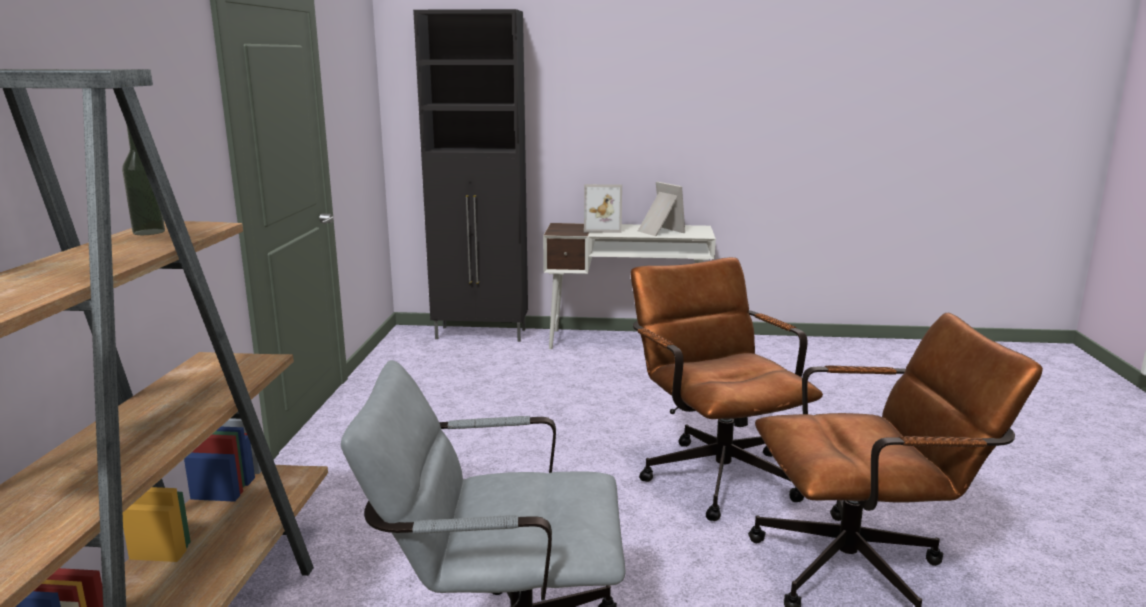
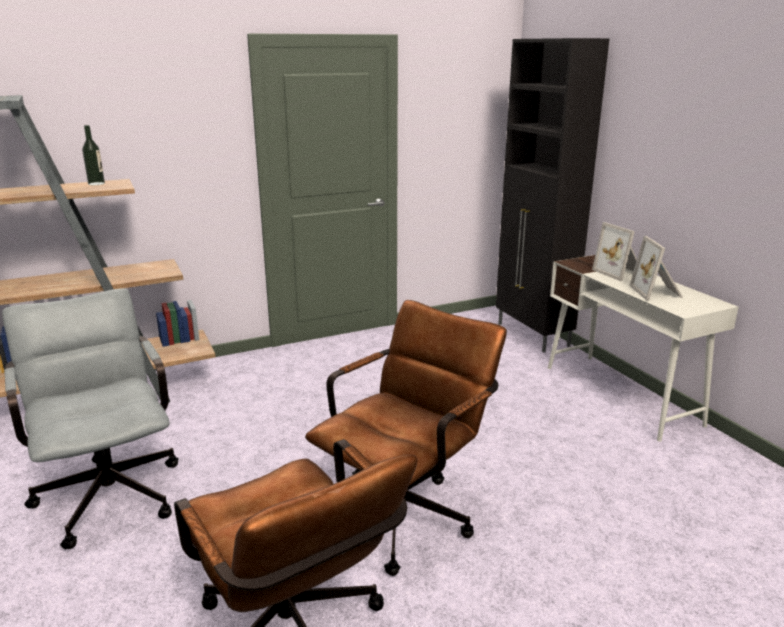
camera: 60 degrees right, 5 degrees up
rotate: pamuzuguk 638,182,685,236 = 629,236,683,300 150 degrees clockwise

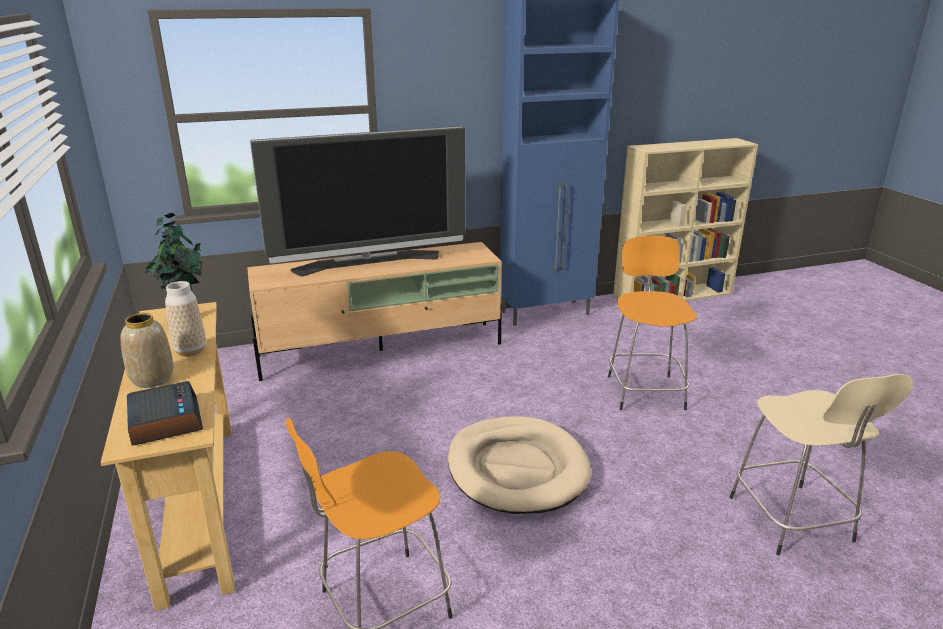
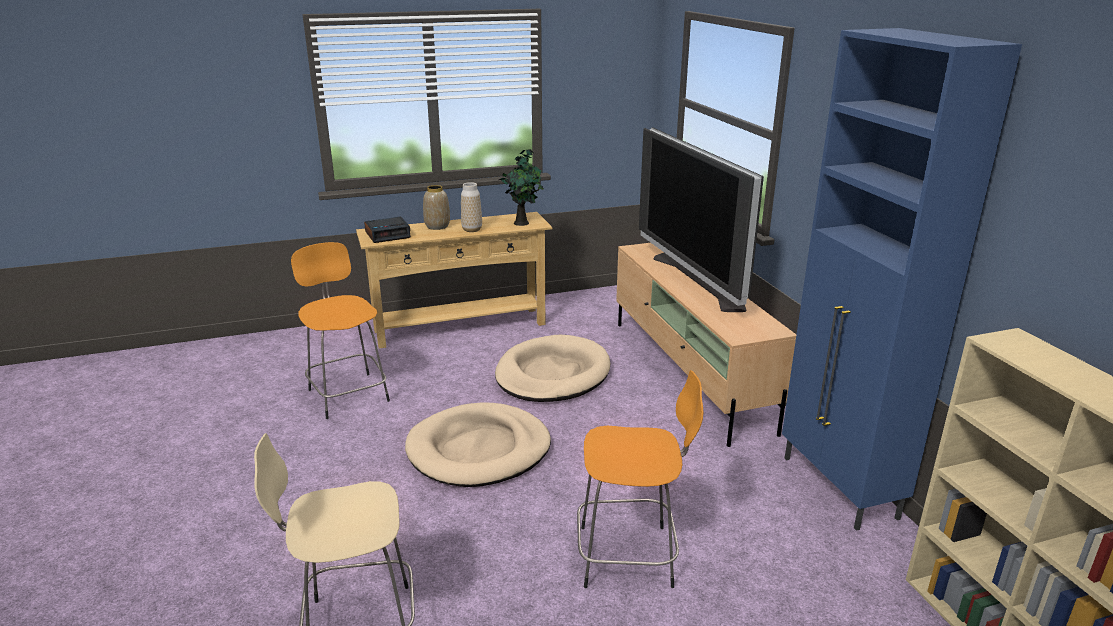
camera: 90 degrees right, 0 degrees up
insert: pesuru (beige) 495,335,610,402

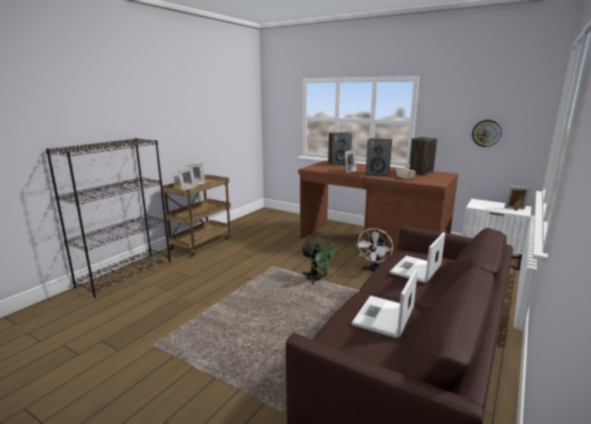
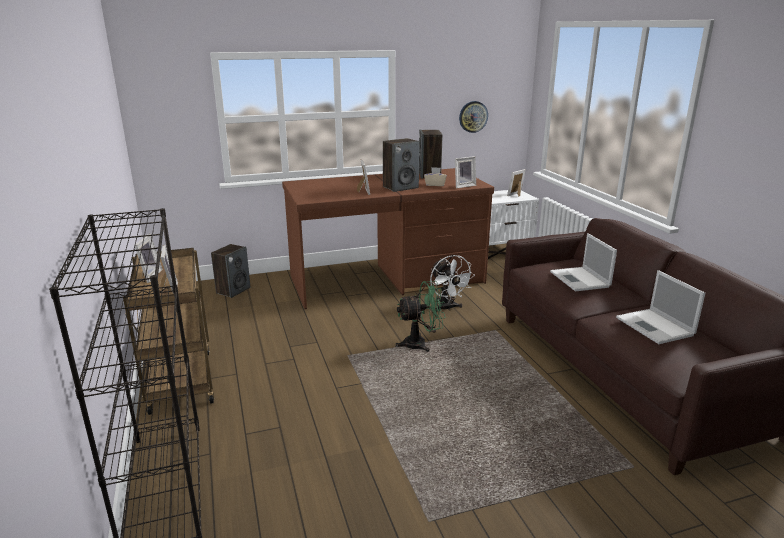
camera: 50 degrees left, 5 degrees up
insert: pamuzuguk 455,156,476,188
move: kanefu 328,132,352,165 to 211,244,250,298

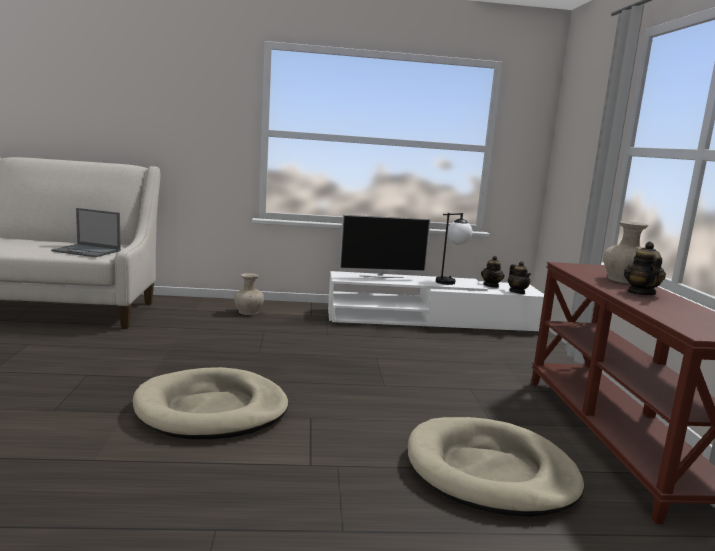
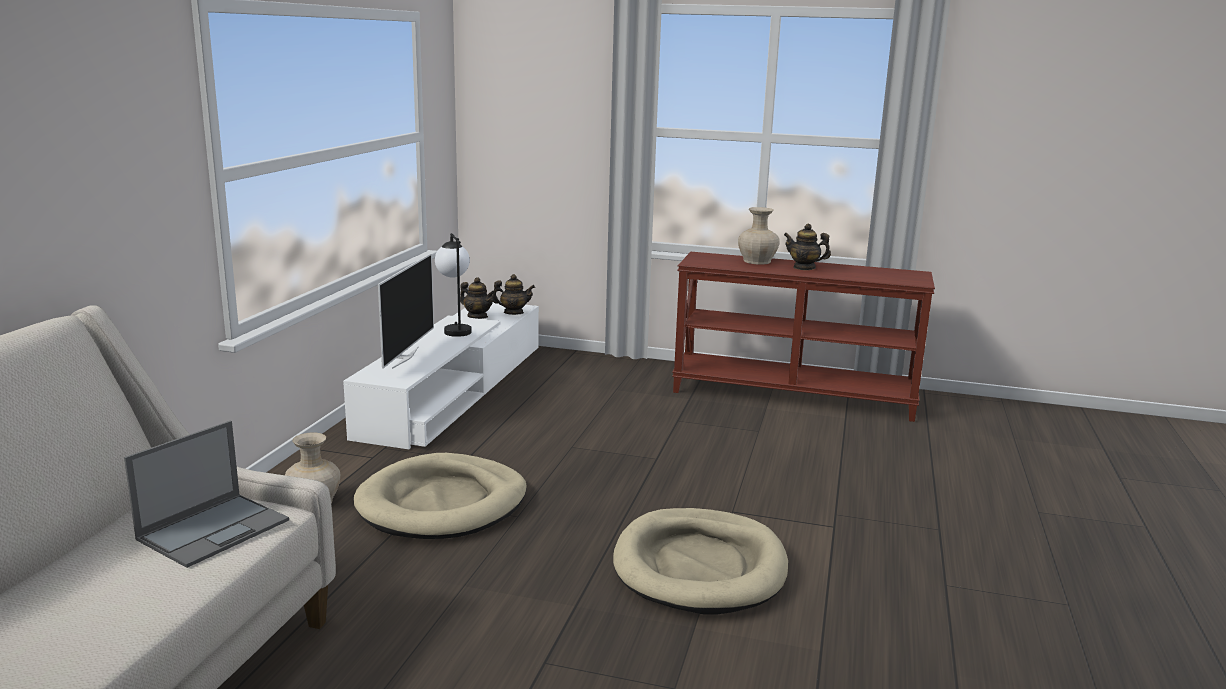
camera: 70 degrees left, 5 degrees up
move: pesuru (beige) 408,417,584,517 to 353,453,527,539

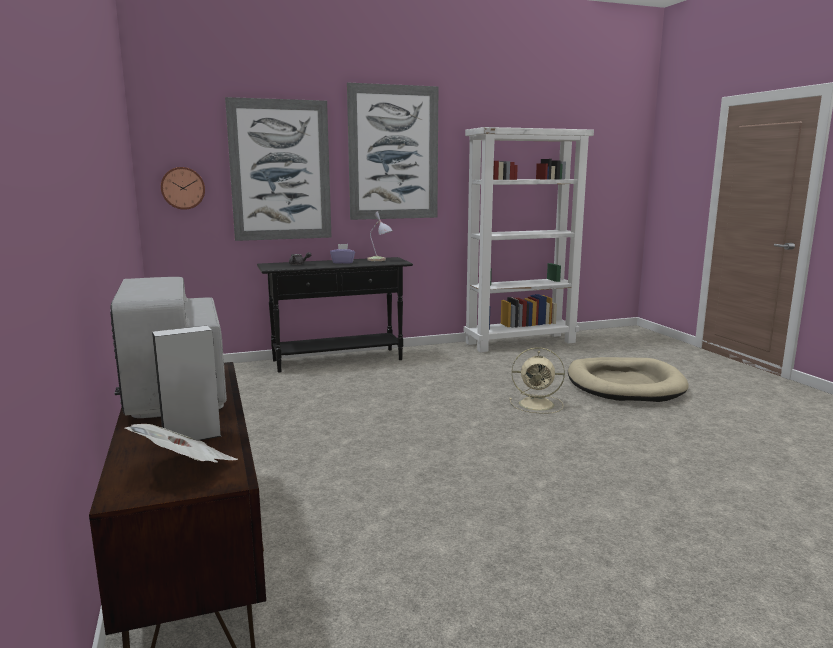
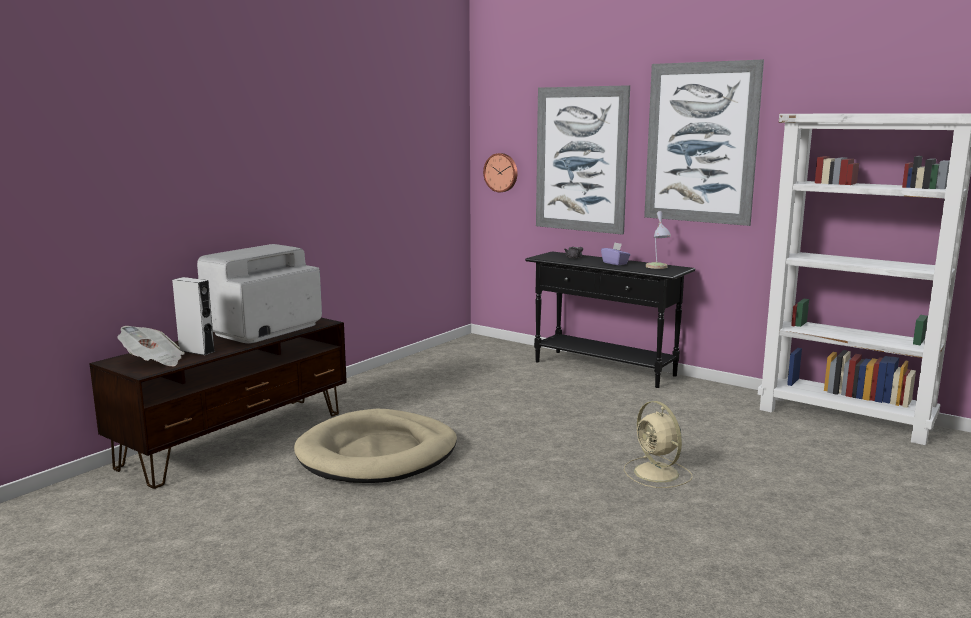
camera: 55 degrees right, 0 degrees up
move: pesuru (beige) 568,357,688,402 to 294,409,457,483

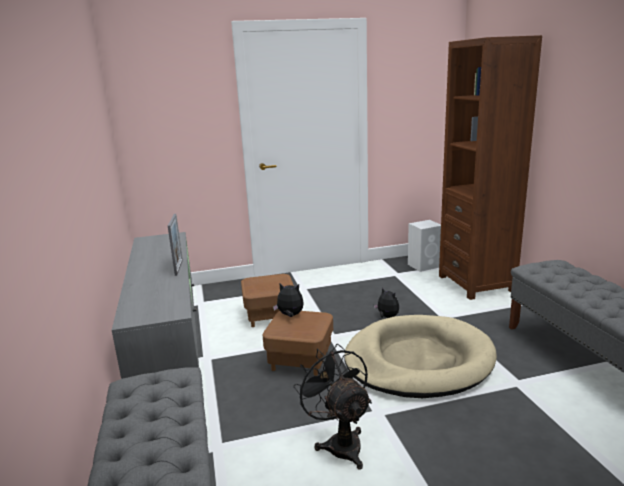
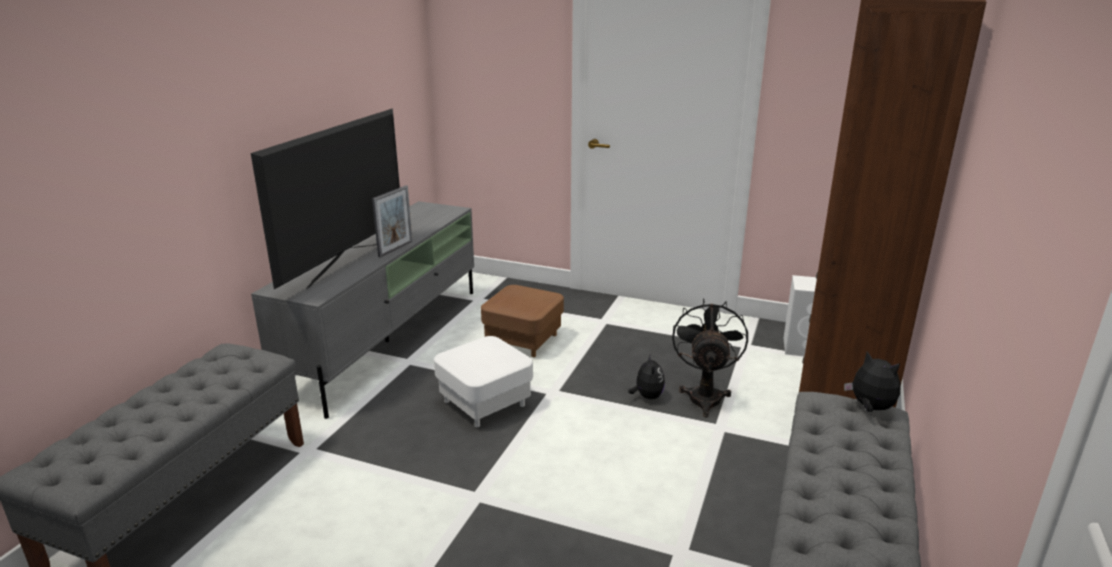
camera: 35 degrees right, 5 degrees up
delete: pesuru (beige) 344,315,497,398
insert: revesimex 251,108,400,289
move: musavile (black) 293,344,372,469 to 672,298,748,417; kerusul 273,284,303,317 to 844,351,901,412
recolor: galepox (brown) 263,311,333,376 to galepox (white) 434,336,533,427

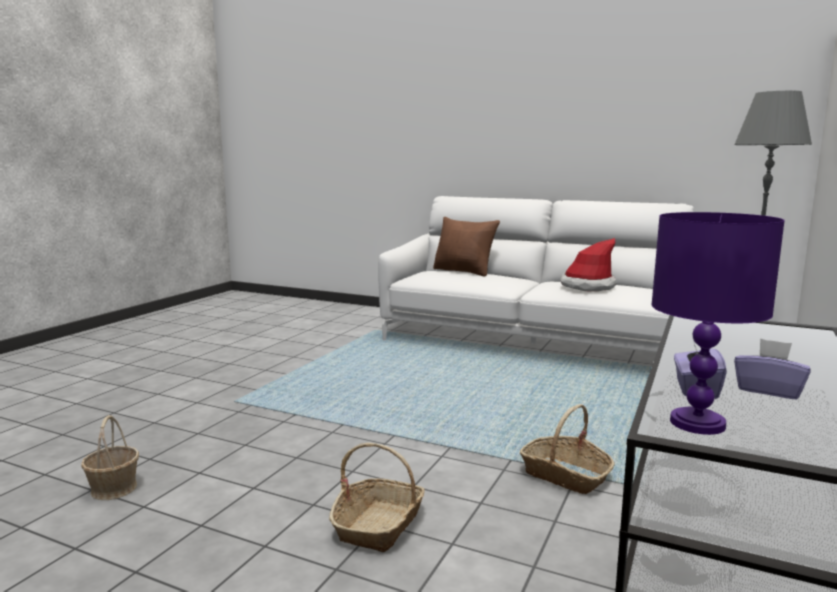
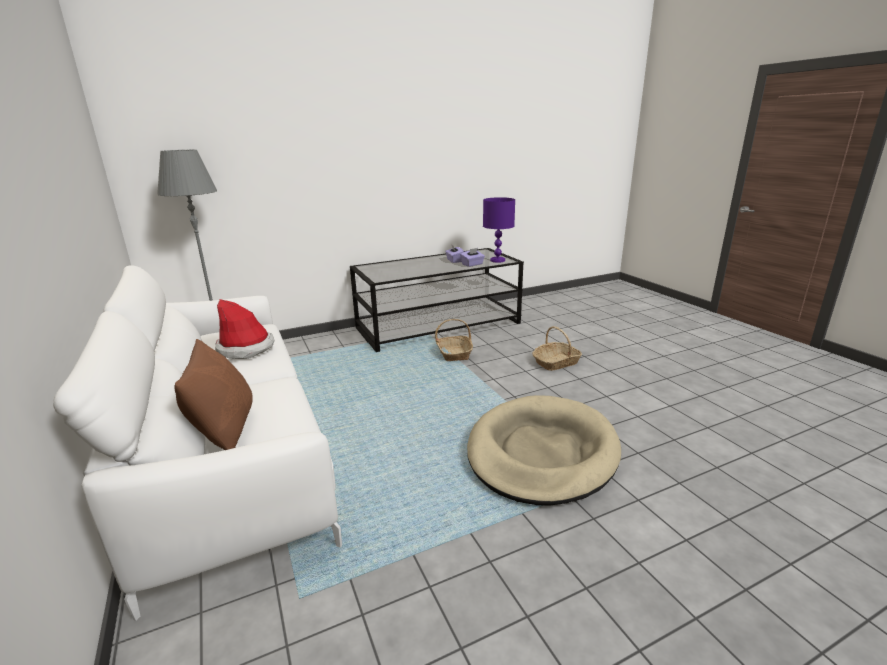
camera: 140 degrees left, 10 degrees up
delete: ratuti 81,415,139,500
insert: pesuru (beige) 467,395,621,506

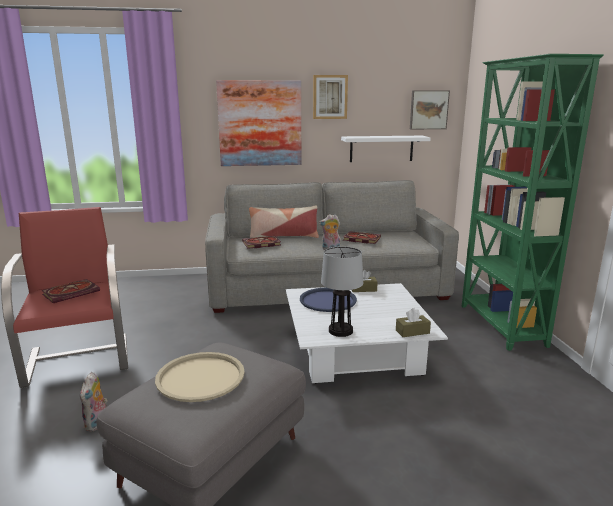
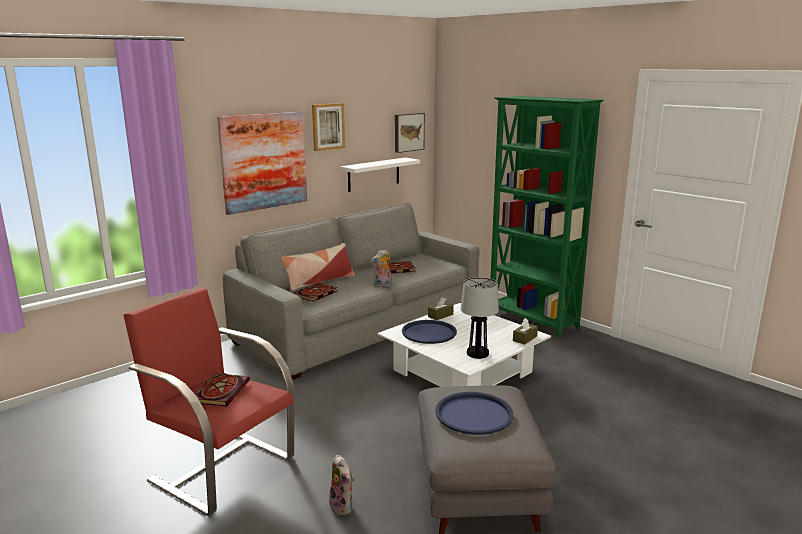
camera: 35 degrees left, 0 degrees up
recolor: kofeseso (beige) 155,352,245,402 to kofeseso (blue) 435,392,513,435

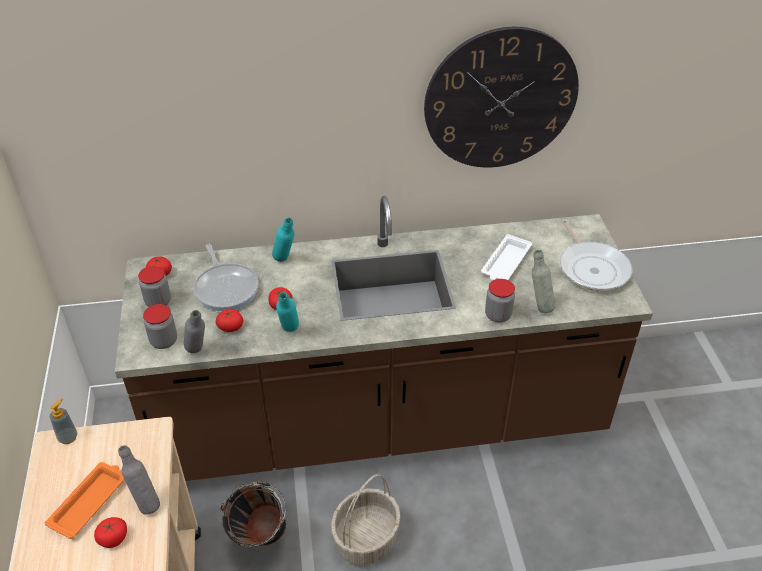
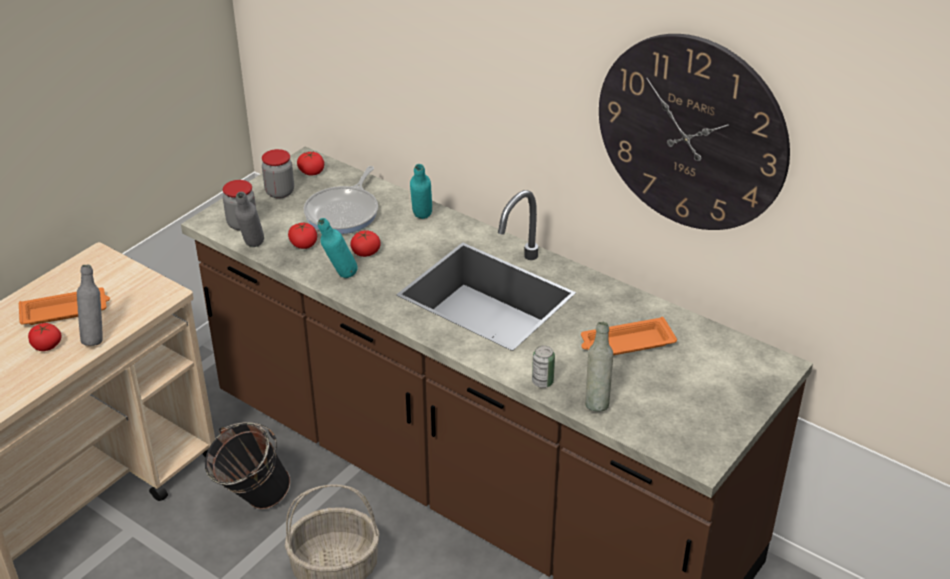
camera: 45 degrees right, 5 degrees down
delete: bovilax 50,398,77,444; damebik 560,220,632,291
replace: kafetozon 485,279,515,322 to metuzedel 532,345,555,388
recolor: kofeseso (white) 481,234,532,280 to kofeseso (orange) 581,317,677,355

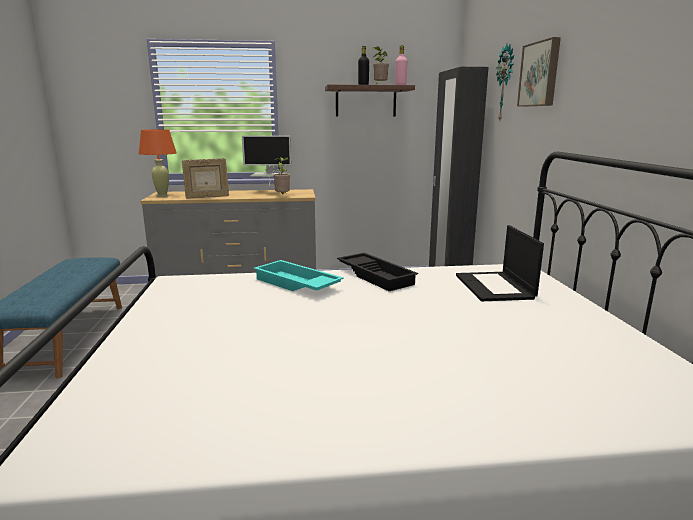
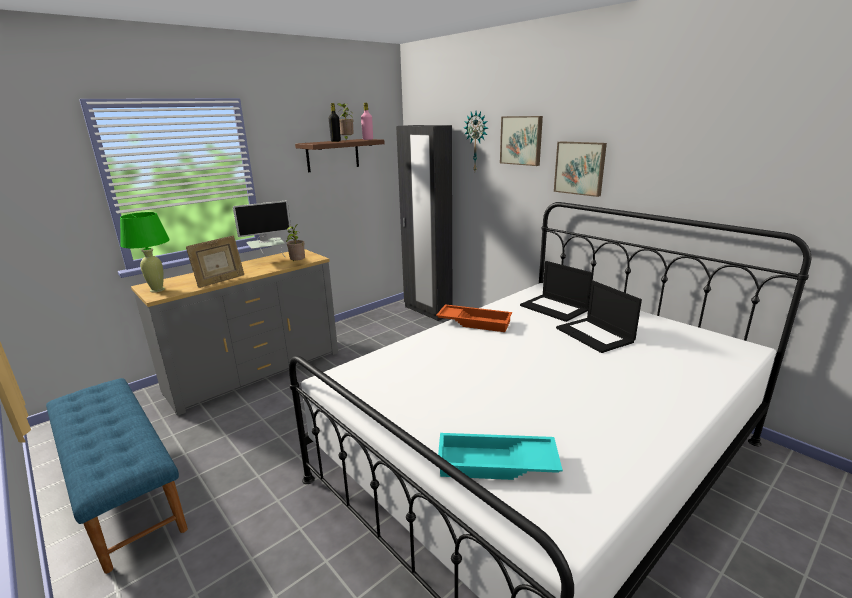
camera: 35 degrees left, 5 degrees up
insert: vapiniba 554,141,607,197; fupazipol 556,281,642,353
move: kofeseso (turquoise) 254,260,344,291 to 438,433,563,480
recolor: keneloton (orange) 138,129,177,197 to keneloton (green) 120,212,170,292; kofeseso (black) 337,253,418,291 to kofeseso (orange) 436,304,512,332

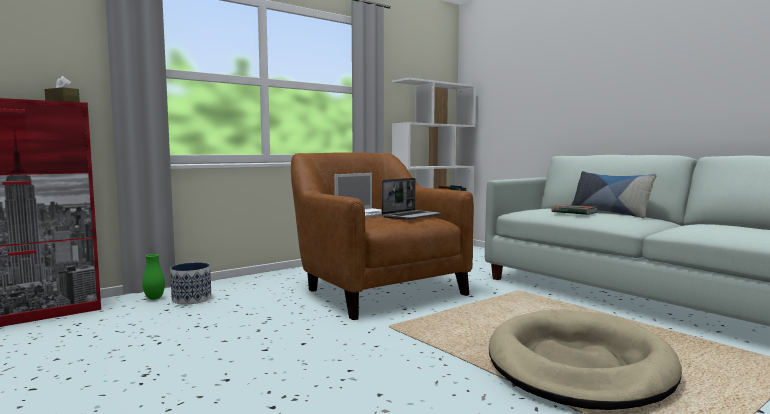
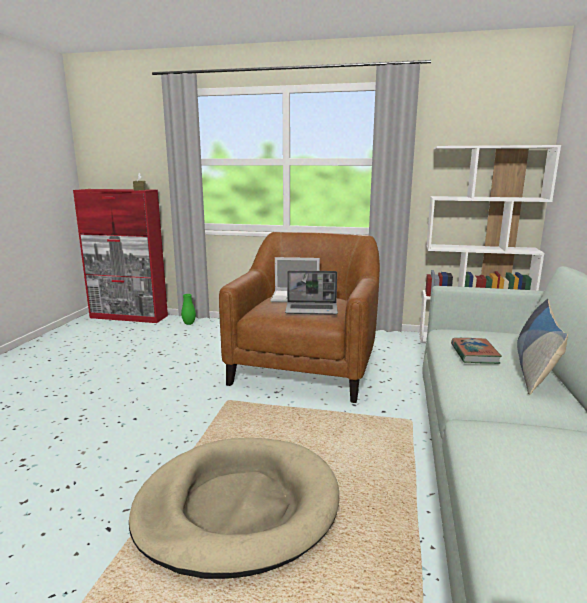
camera: 50 degrees right, 10 degrees up
delete: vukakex 170,262,211,305

